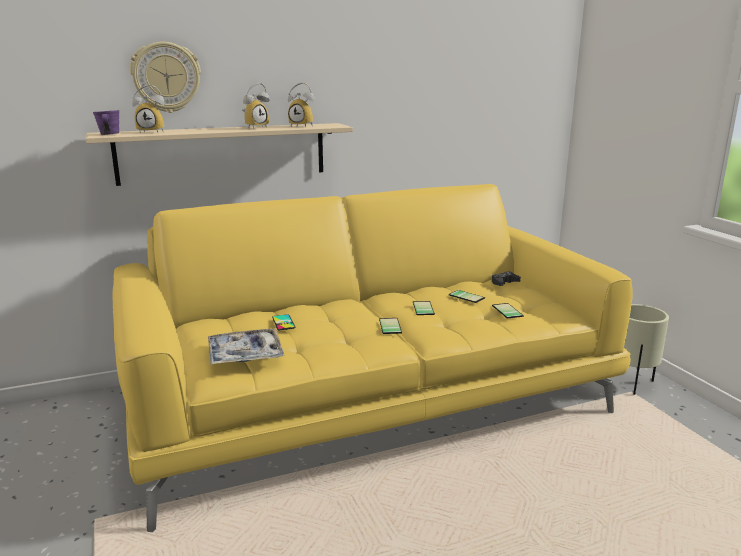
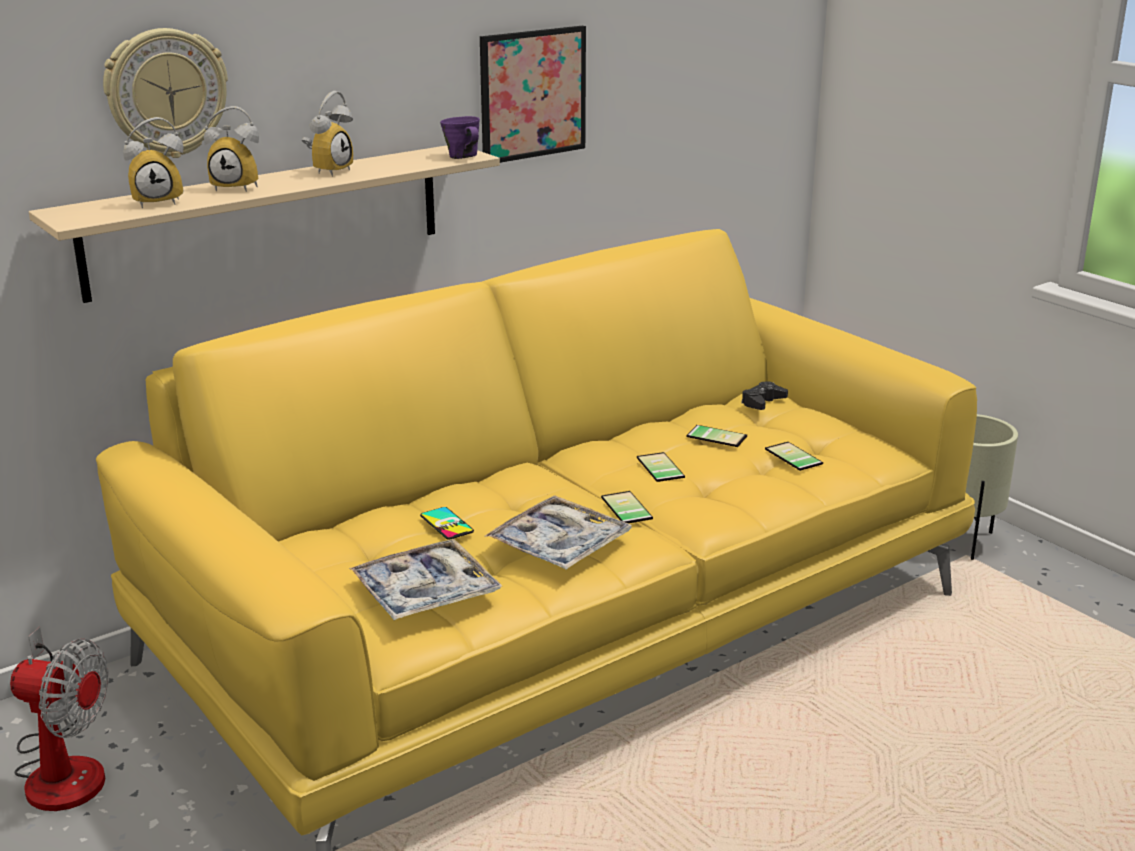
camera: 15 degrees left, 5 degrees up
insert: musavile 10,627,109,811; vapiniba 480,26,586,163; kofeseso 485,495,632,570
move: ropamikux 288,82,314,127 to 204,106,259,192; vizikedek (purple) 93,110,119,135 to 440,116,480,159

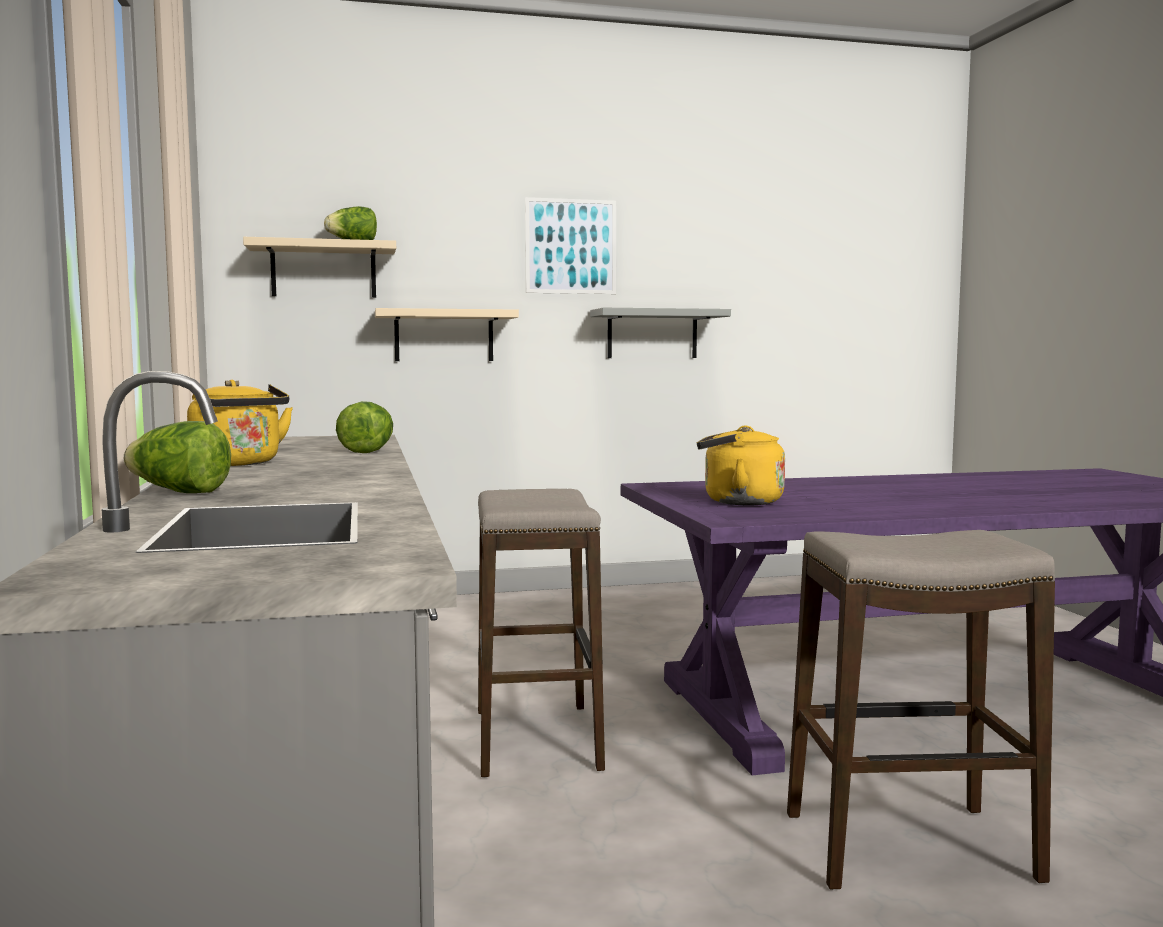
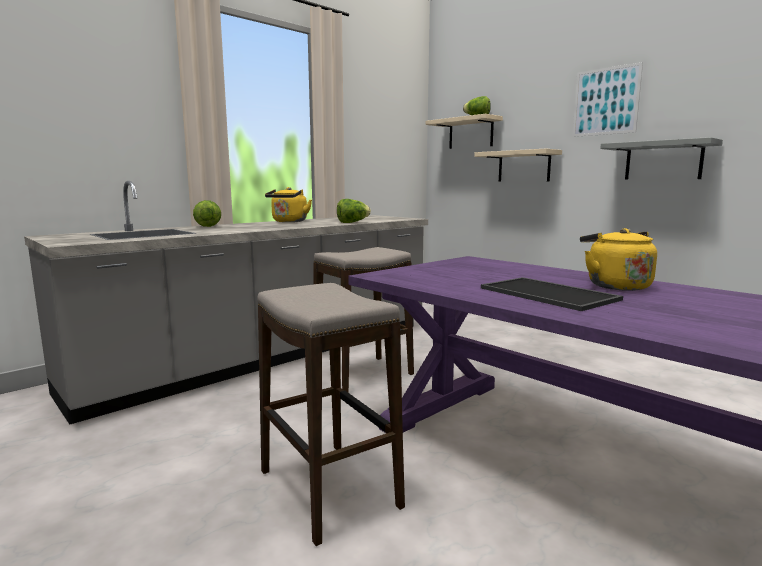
camera: 60 degrees right, 5 degrees up
insert: kofeseso 481,277,623,311
move: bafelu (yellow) 697,426,785,505 to 580,228,657,291

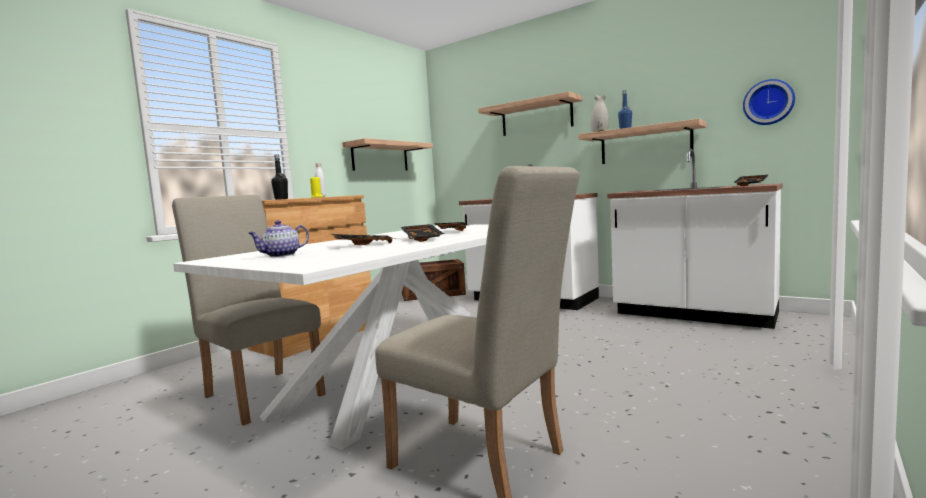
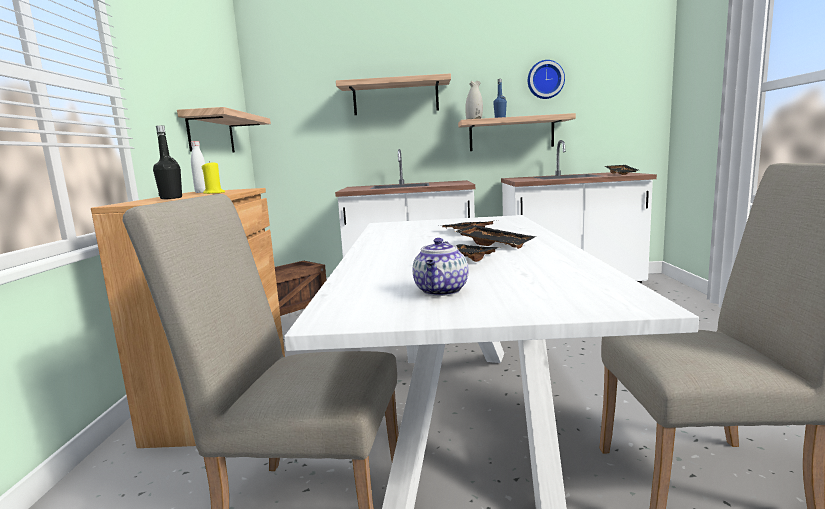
camera: 35 degrees left, 5 degrees up
move: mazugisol 743,79,795,125 to 528,60,565,99

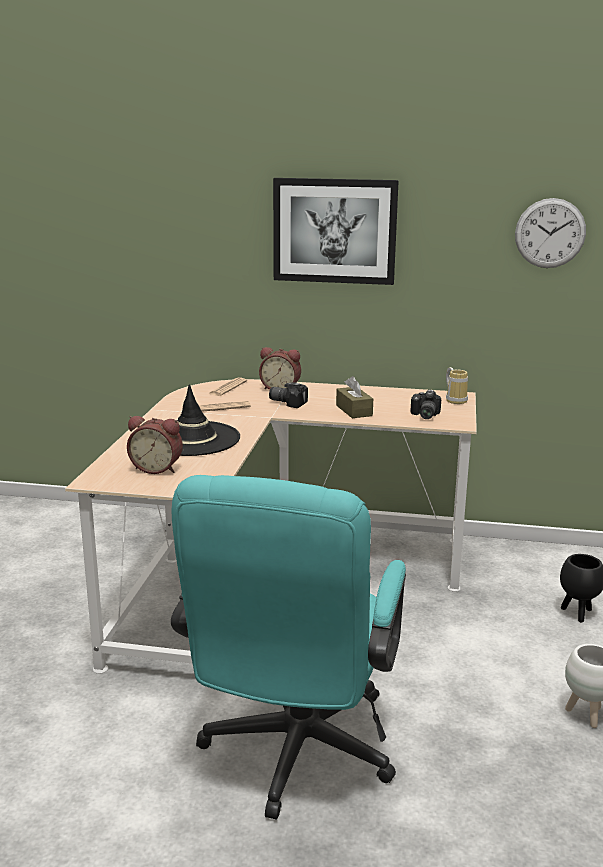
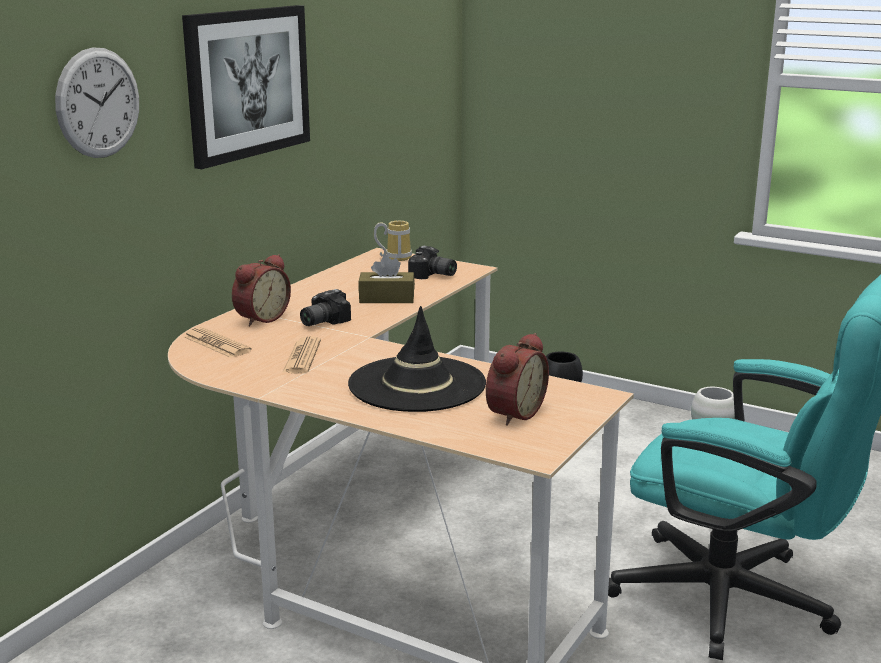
camera: 70 degrees left, 0 degrees up
move: mazugisol 515,198,586,268 to 55,47,139,158

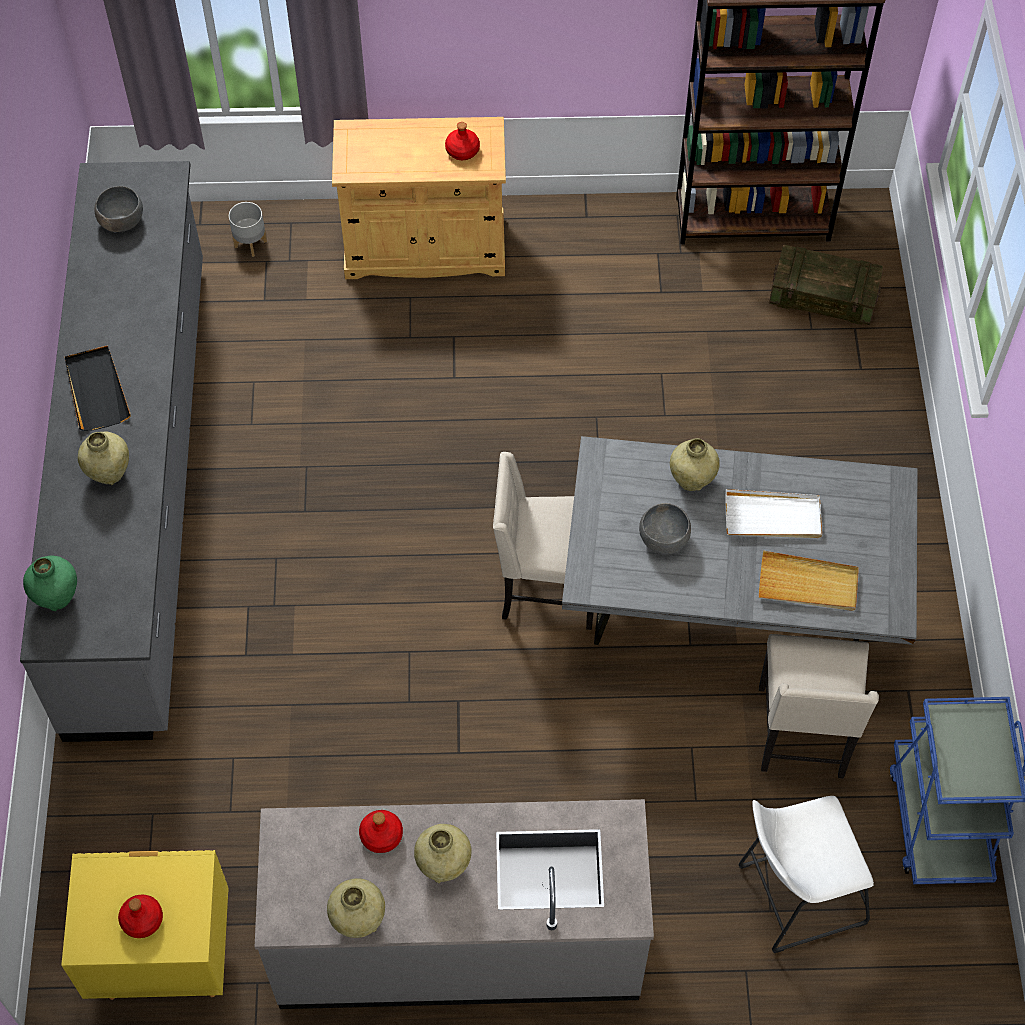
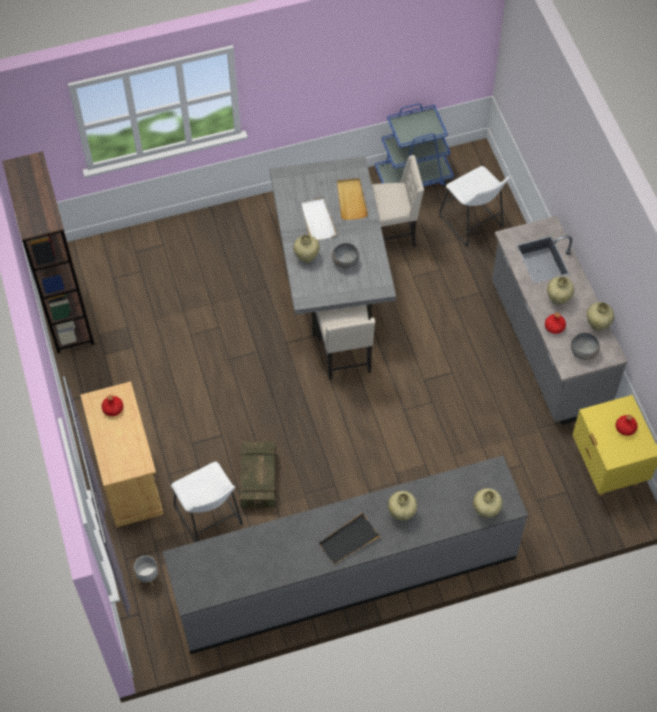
camera: 105 degrees left, 0 degrees up
insert: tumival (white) 171,462,243,542
move: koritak 769,244,884,325 to 240,442,277,508; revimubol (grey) 94,186,143,232 to 571,332,600,360
recolor: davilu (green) 23,555,77,611 to davilu (beige) 473,488,502,518

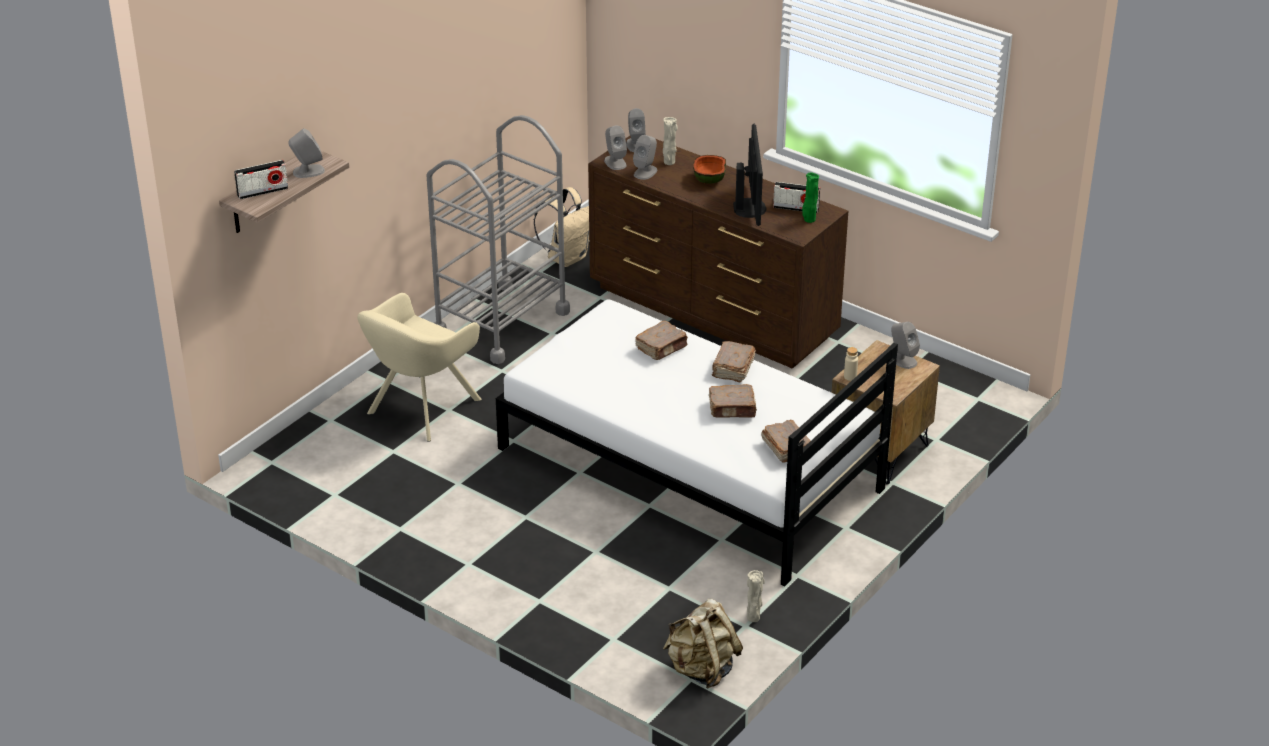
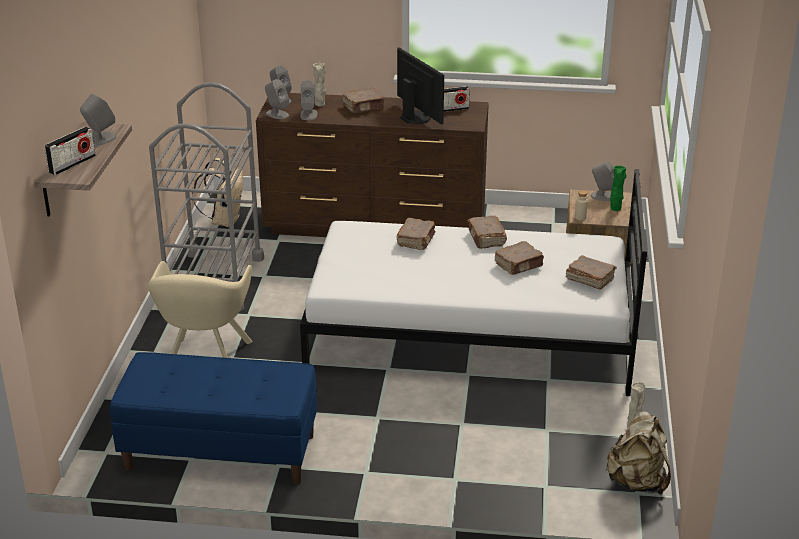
camera: 30 degrees left, 5 degrees down
insert: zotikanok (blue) 110,352,317,484
move: davilu (green) 802,172,819,223 to 610,166,626,211
replace: revimubol 693,155,726,184 to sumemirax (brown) 343,88,385,113

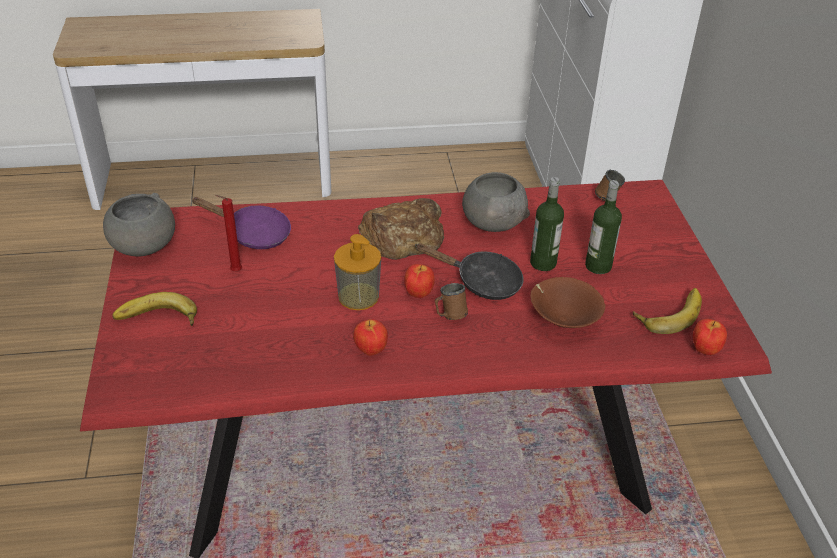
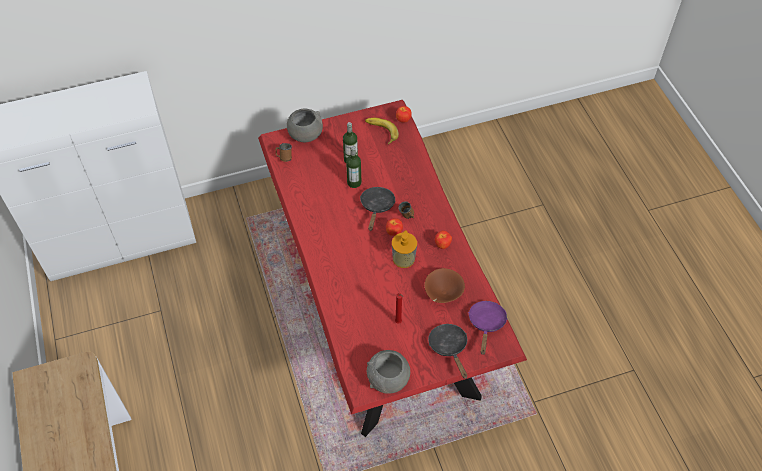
camera: 100 degrees left, 15 degrees up
delete: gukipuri 358,198,444,260
move: revimubol (grey) 462,172,530,232 to 287,108,323,142; revimubol (brown) 530,277,605,328 to 425,268,465,303; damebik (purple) 191,197,291,249 to 468,301,508,355
replace: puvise 112,292,197,326 to damebik (black) 428,324,467,379

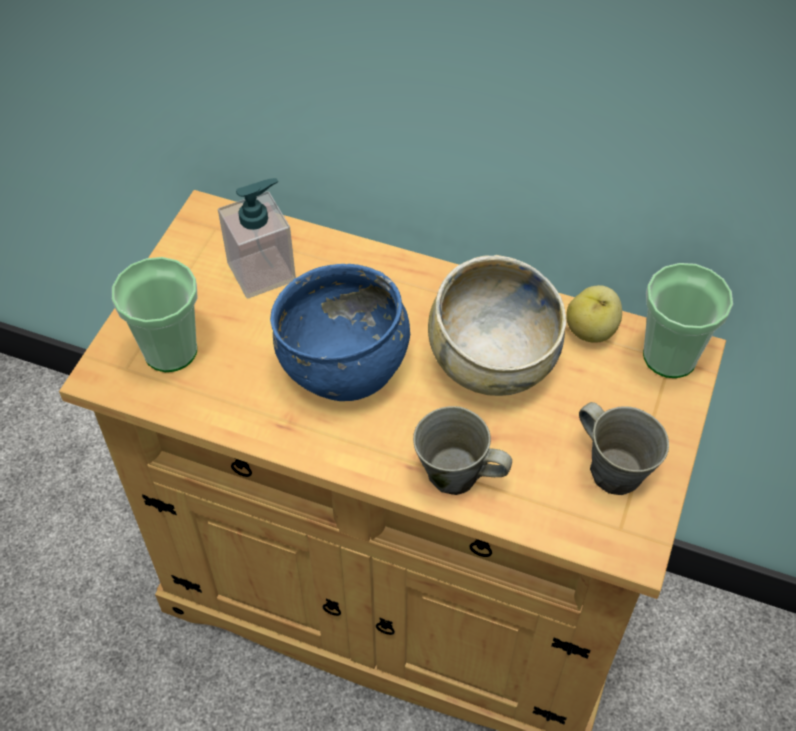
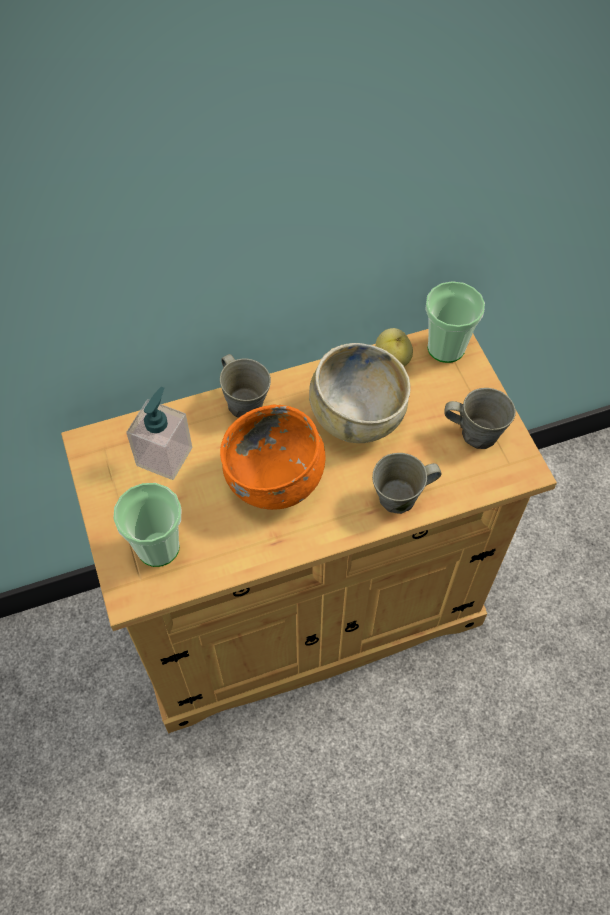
camera: 40 degrees left, 5 degrees up
insert: vizikedek (grey) 220,354,271,418
recolor: revimubol (blue) 270,264,410,401 to revimubol (orange) 220,405,326,510

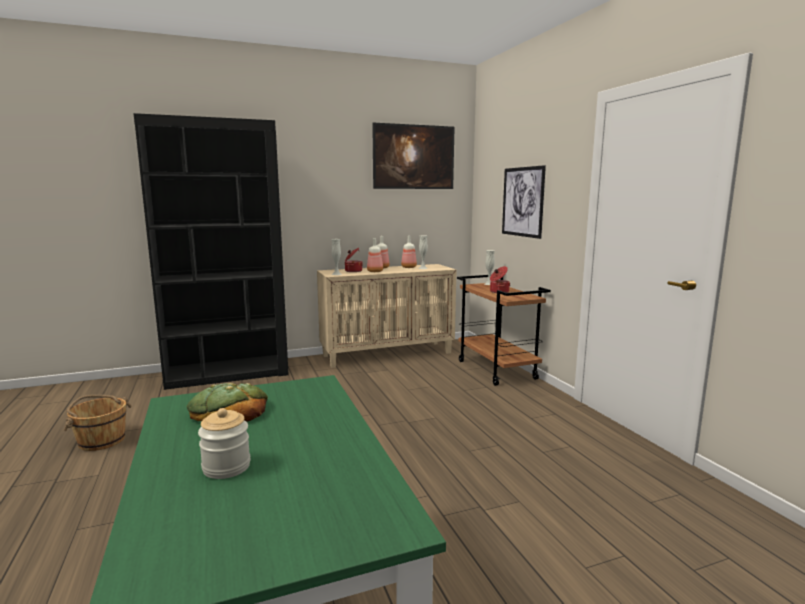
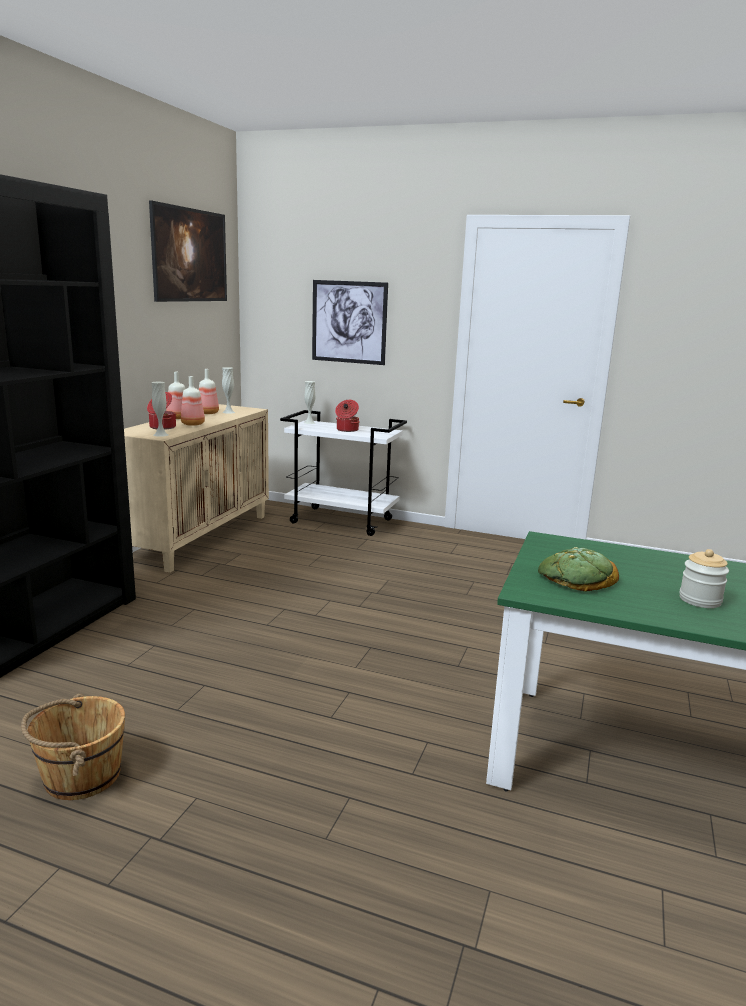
camera: 50 degrees left, 5 degrees up
recolor: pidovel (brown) 457,275,551,386 to pidovel (white) 280,410,407,536

